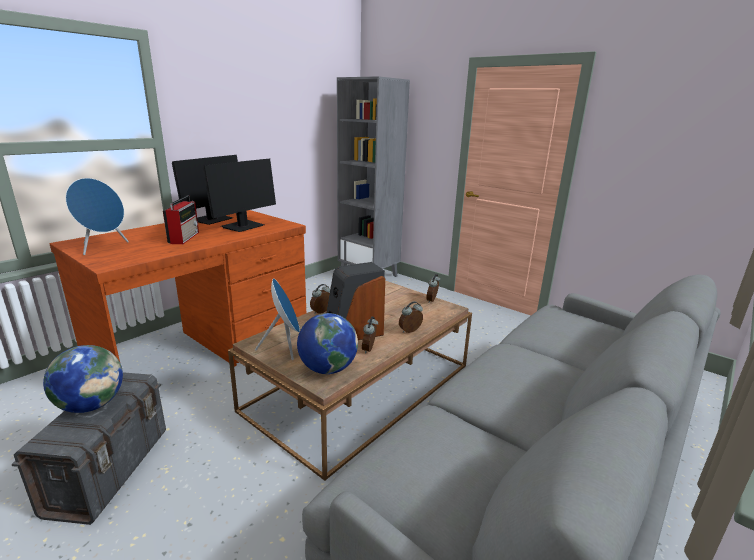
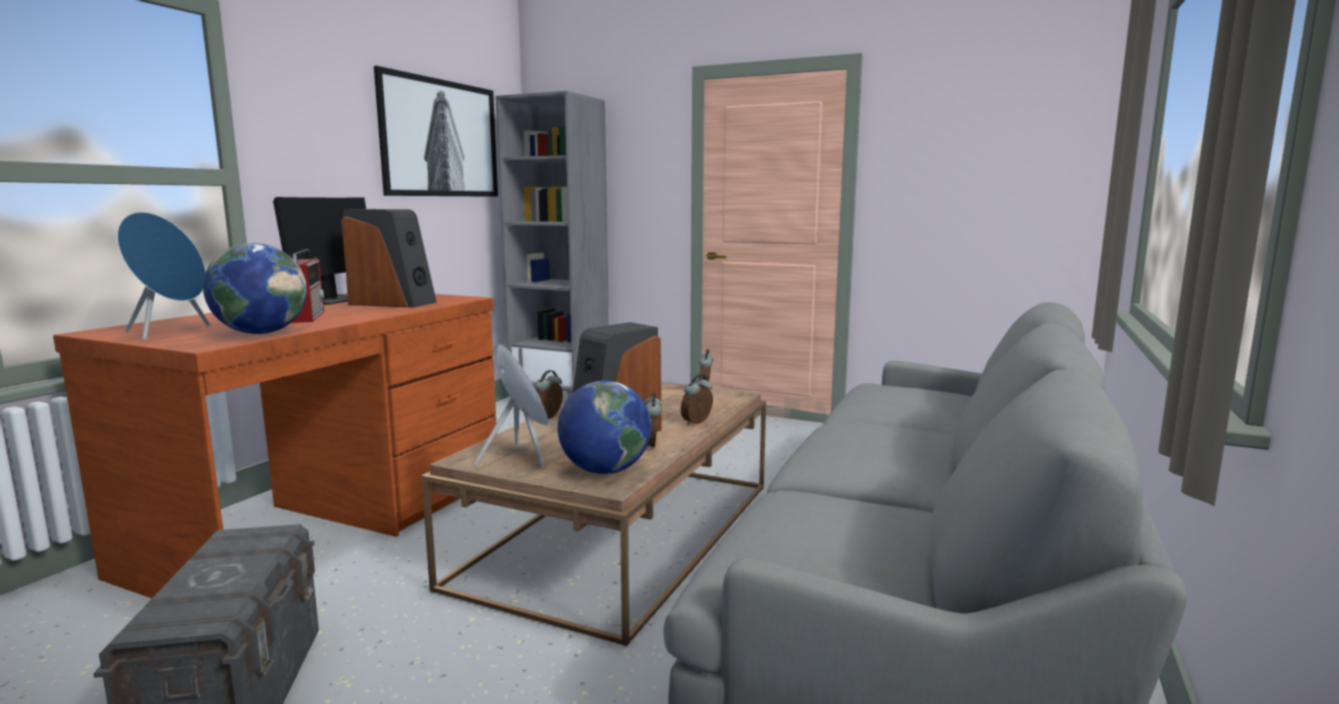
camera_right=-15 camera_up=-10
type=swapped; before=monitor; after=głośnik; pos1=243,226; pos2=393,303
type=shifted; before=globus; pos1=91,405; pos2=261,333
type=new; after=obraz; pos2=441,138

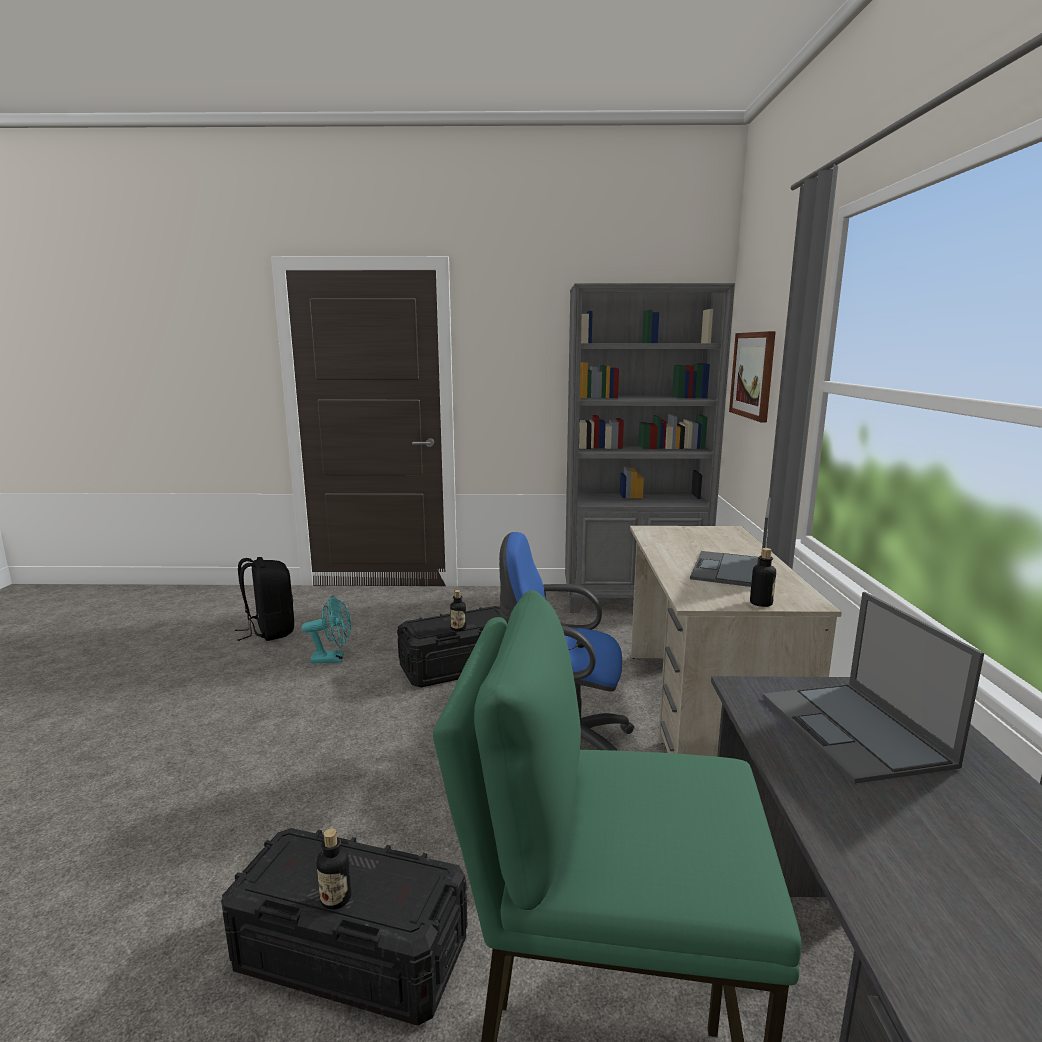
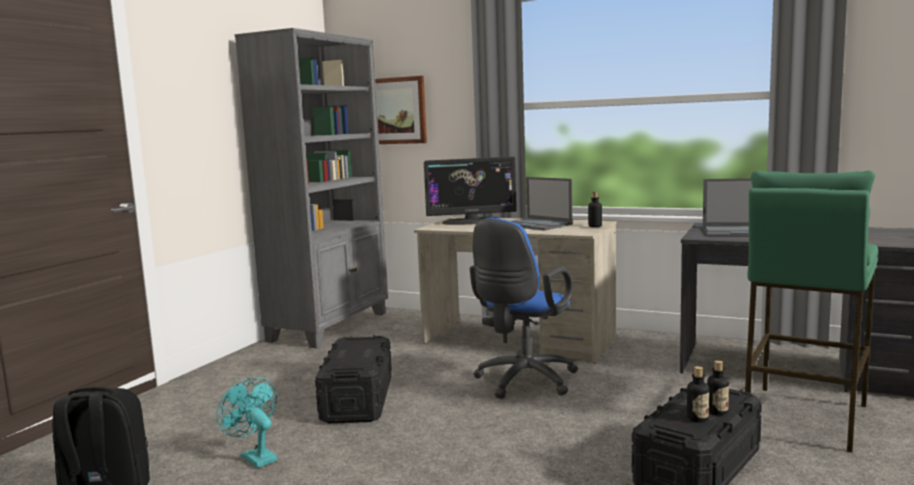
camera_right=-65 camera_up=-5
type=shifted; before=butelka; pos1=458,628; pos2=697,418
type=rotated; before=wentylator [turkusowy]; pos1=333,659; pos2=255,457; turn=-60
type=new; after=monitor; pos2=471,222

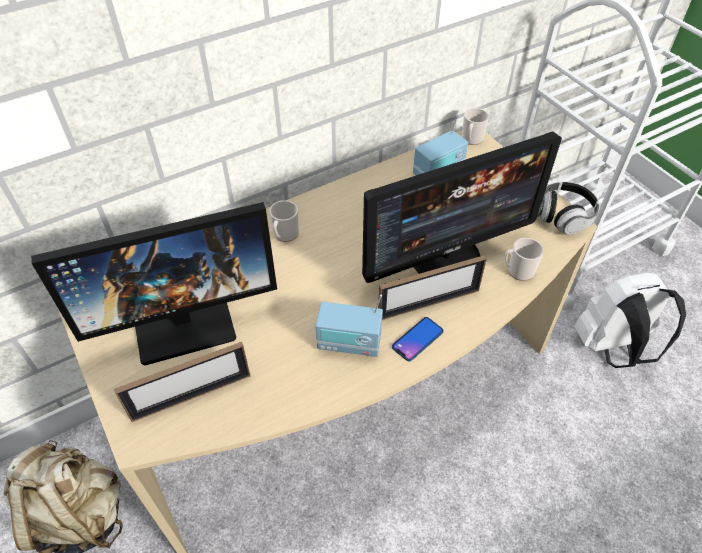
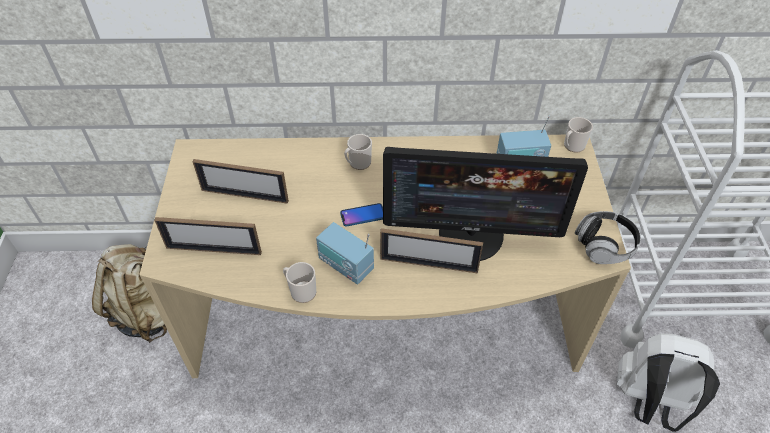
camera_right=30 camera_up=0
type=swapped; before=monitor; after=ramka na zdjęcie; pos1=184,320; pos2=244,195
type=shifted; before=kubek; pos1=518,271; pos2=301,291
type=shifted; before=telefon; pos1=417,339; pos2=362,215

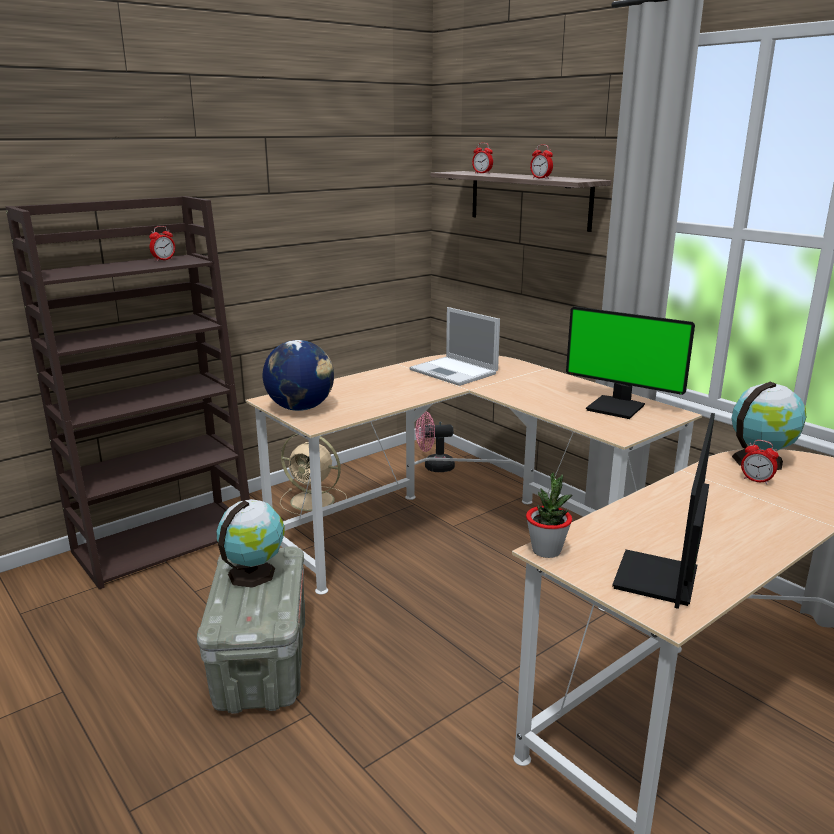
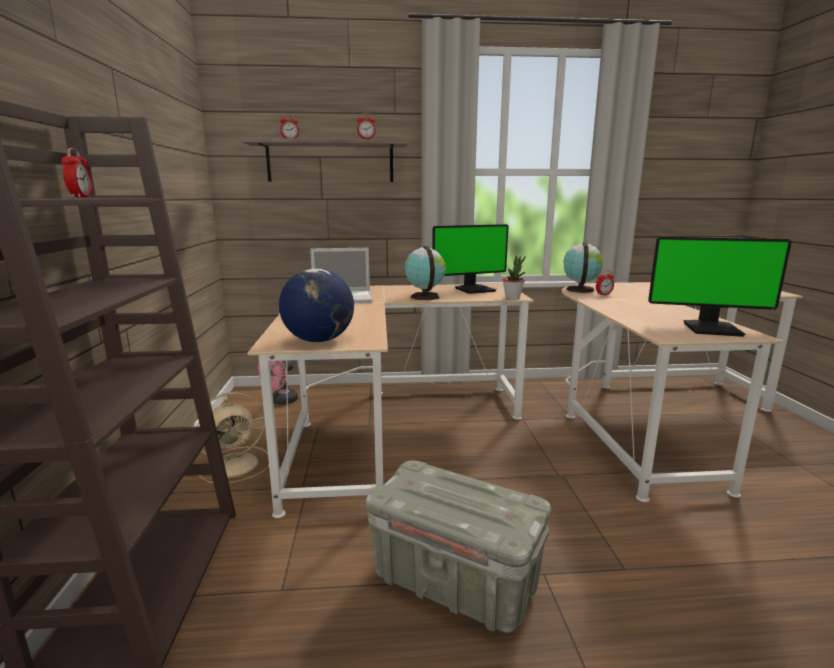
camera_right=-55 camera_up=-5
type=rotated; before=monitor; pos1=660,580; pos2=712,328; turn=-45
type=shifted; before=roślina doniczkowa; pos1=546,551; pos2=512,298
type=shifted; before=globus; pos1=253,572; pos2=424,296

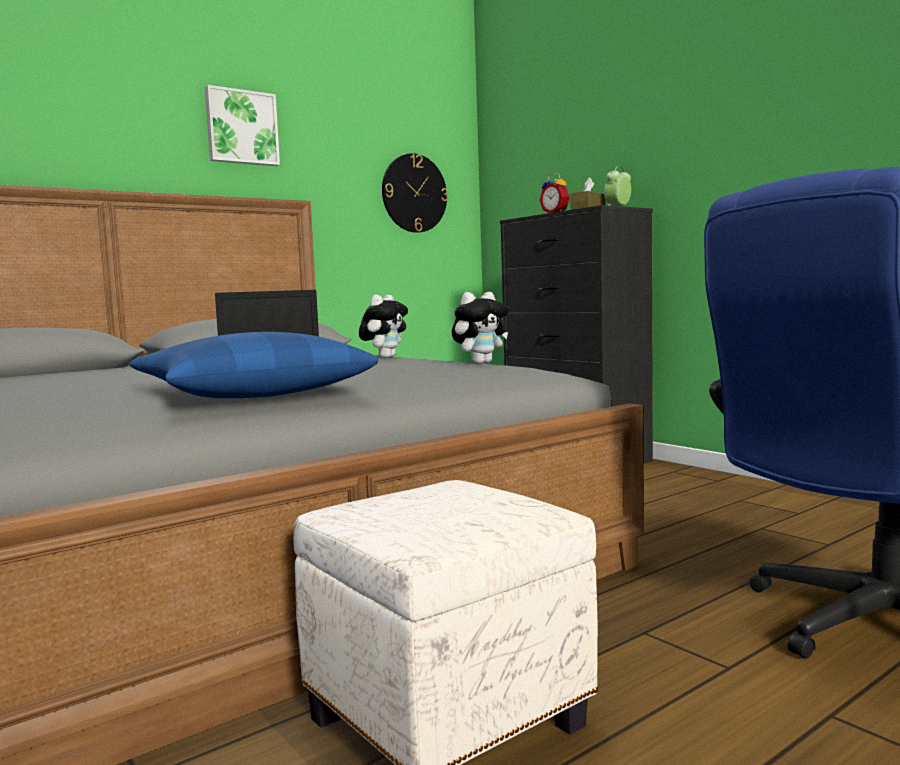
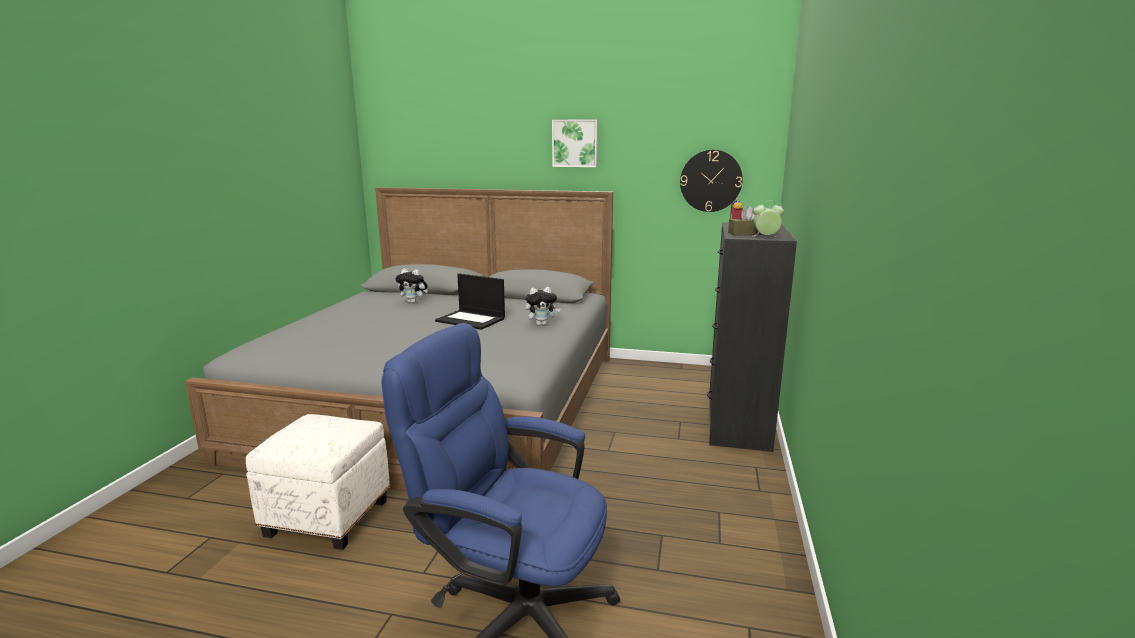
camera_right=50 camera_up=10
type=shifted; before=pluszak; pos1=481,363; pos2=413,302
type=gone; before=poduszka [niebieski]; pos1=251,393

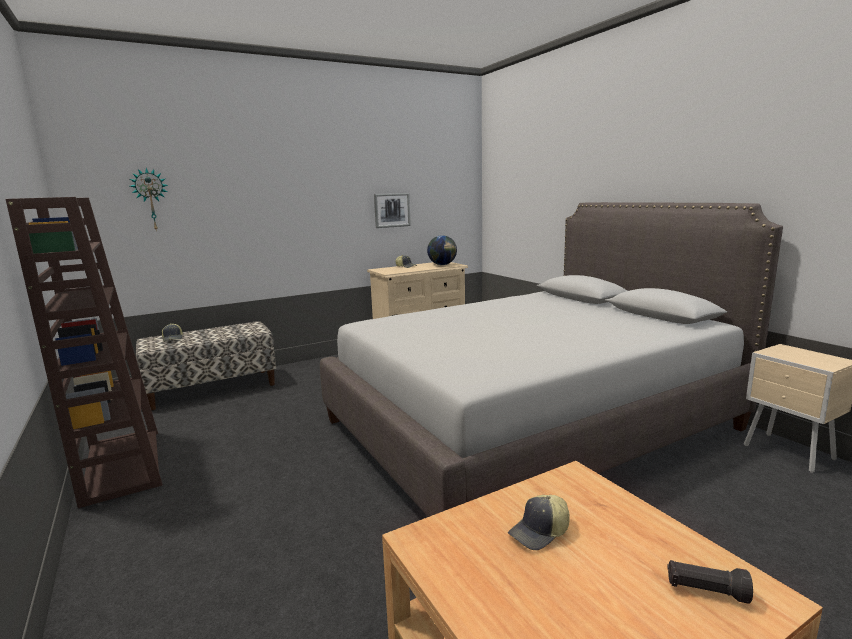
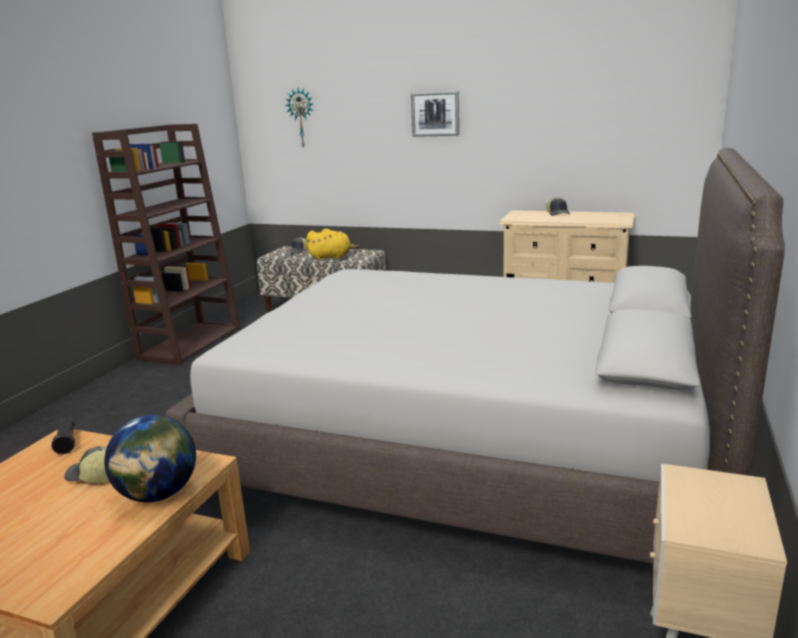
camera_right=50 camera_up=5
type=shifted; before=obraz; pos1=392,210; pos2=435,114
type=shifted; before=globus; pos1=442,265; pos2=158,494
type=shifted; before=latarka [czarny]; pos1=706,591; pos2=67,443
type=new; after=pluszak [żółty]; pos2=332,257

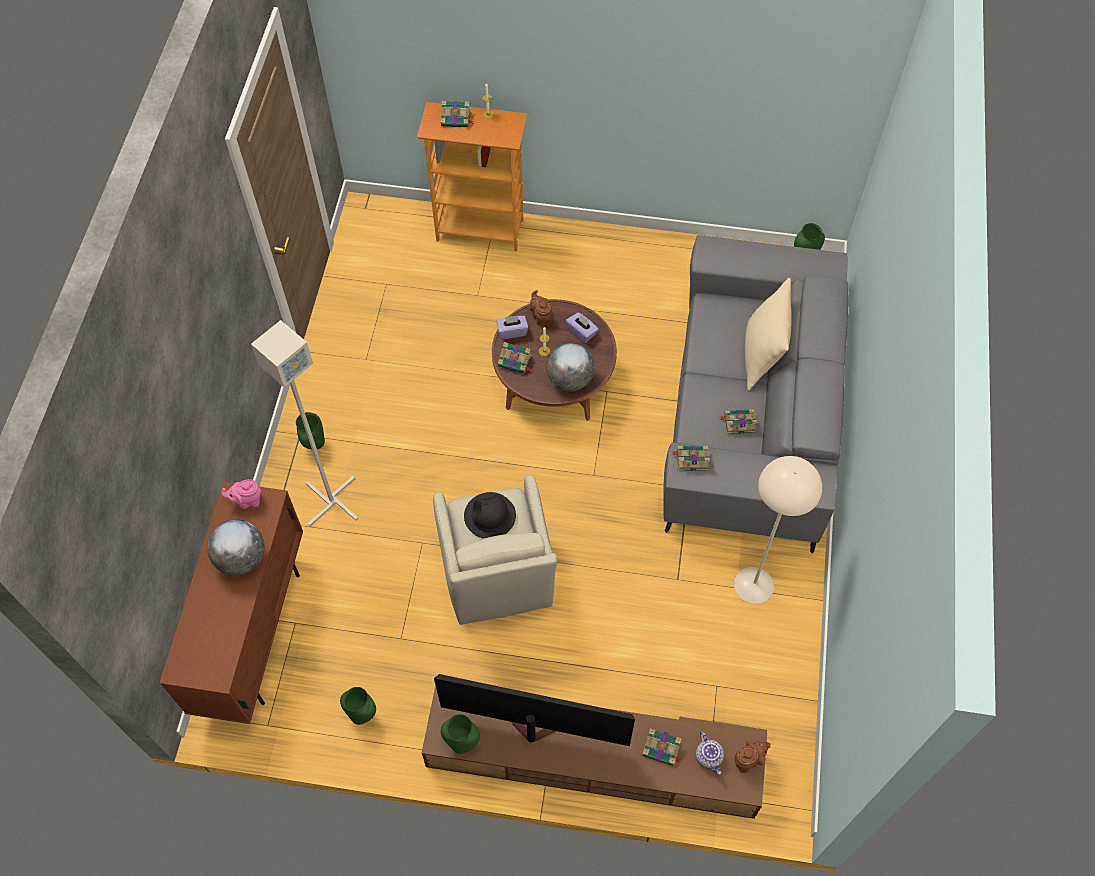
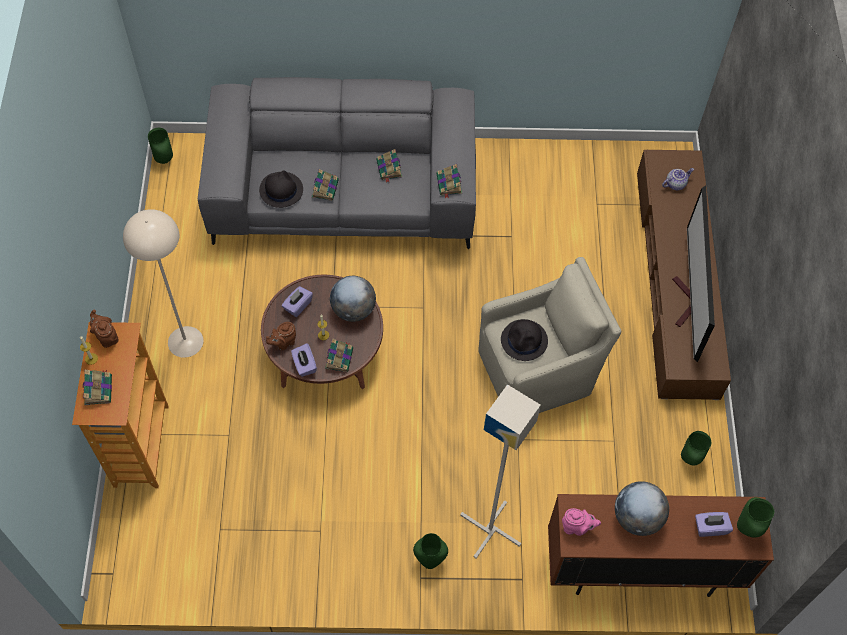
camera_right=-100 camera_up=0
type=gone; before=poduszka [beżowy]; pos1=762,354
type=shifted; before=lampa stojąca [beżowy]; pos1=754,584; pos2=185,341
type=rotated; before=imbryk [różowy]; pos1=247,501; pos2=577,527; turn=-60
type=shifted; before=wazon [zielony]; pos1=462,744; pos2=748,529
type=shifted; before=książka; pos1=662,748; pos2=325,188
type=shifted; before=imbryk [brązowy]; pos1=748,760; pos2=106,337
type=new; after=kapelusz [czarny]; pos2=280,190
type=new; after=pudełko chusteczek [fioletowy]; pos2=710,527

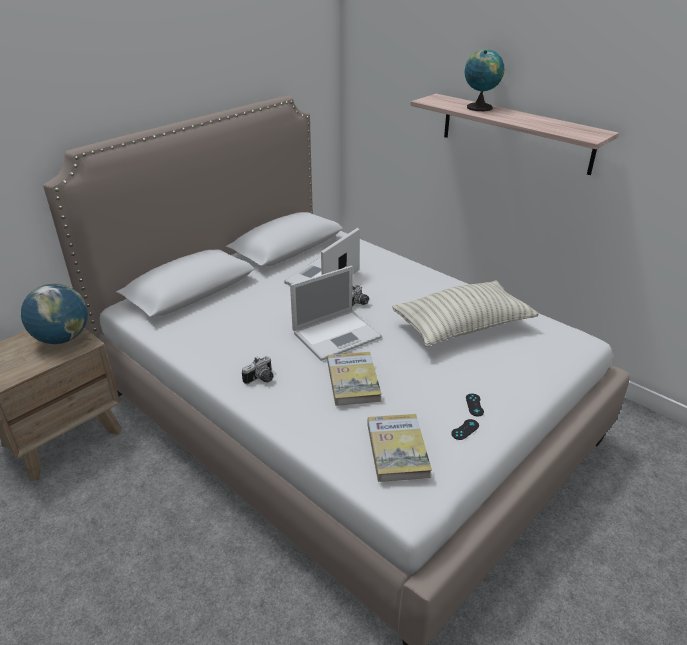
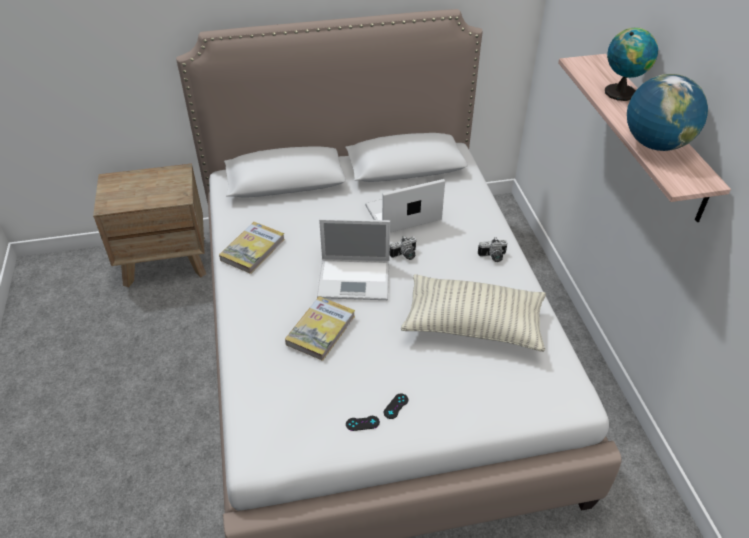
camera_right=35 camera_up=10
type=shifted; before=globus; pos1=62,338; pos2=655,144
type=shifted; before=aparat fotograficzny; pos1=261,379; pos2=493,257
type=shifted; before=książka; pos1=397,450; pos2=253,249

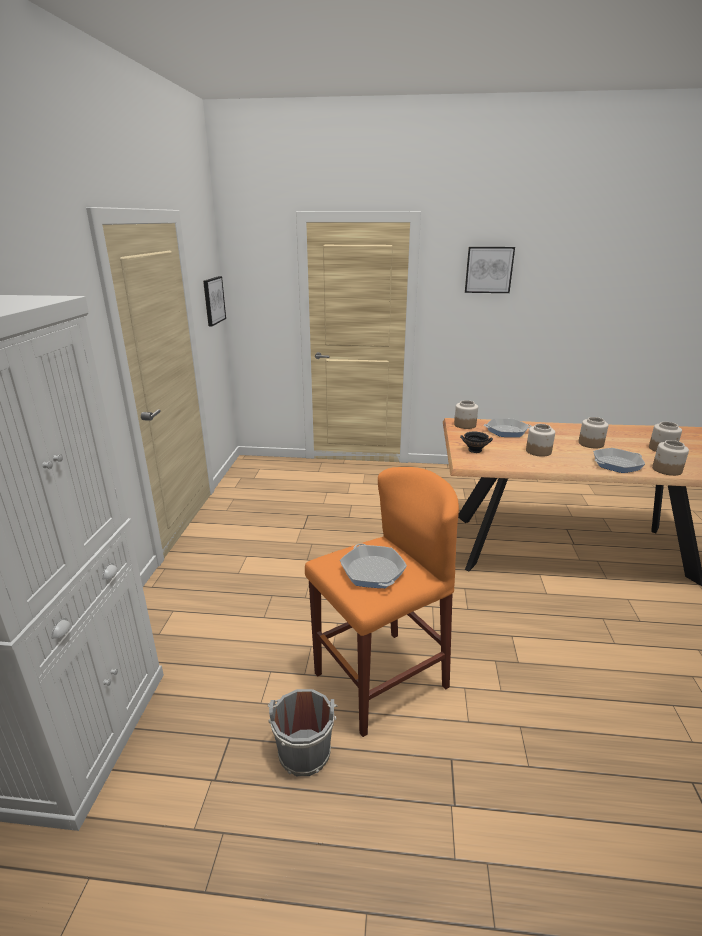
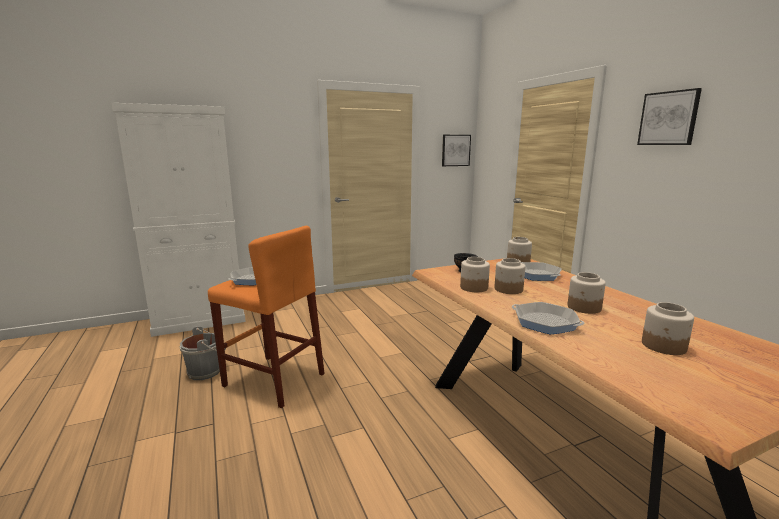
camera_right=60 camera_up=-10
type=shifted; before=słoik; pos1=666,470; pos2=473,287

